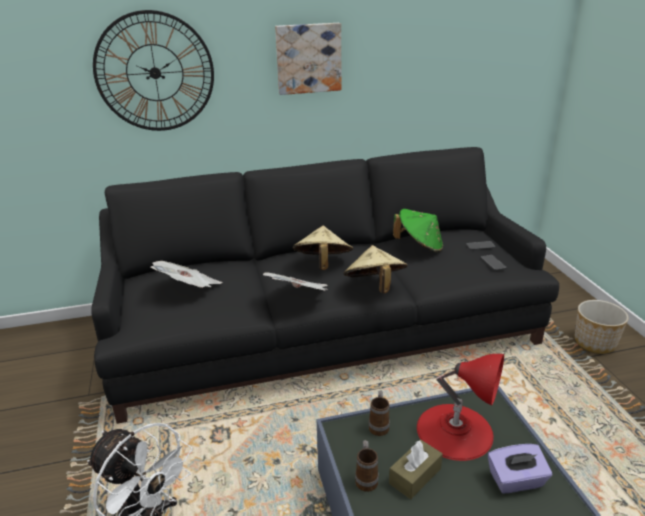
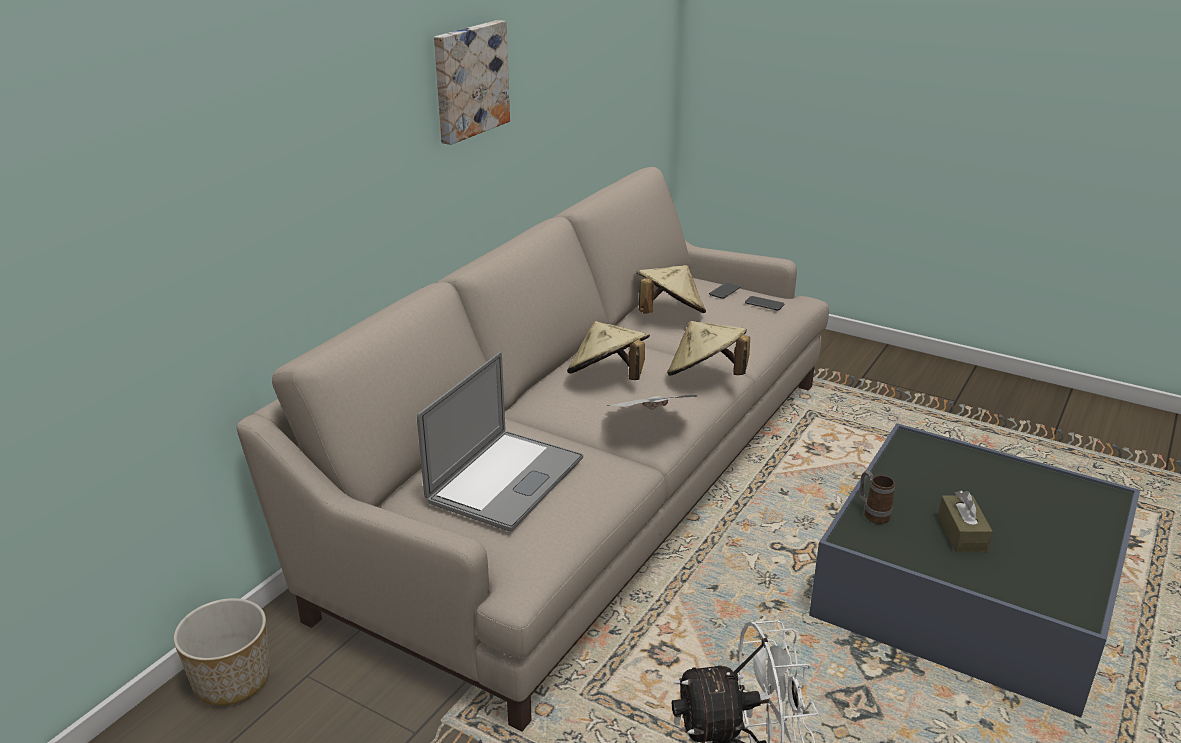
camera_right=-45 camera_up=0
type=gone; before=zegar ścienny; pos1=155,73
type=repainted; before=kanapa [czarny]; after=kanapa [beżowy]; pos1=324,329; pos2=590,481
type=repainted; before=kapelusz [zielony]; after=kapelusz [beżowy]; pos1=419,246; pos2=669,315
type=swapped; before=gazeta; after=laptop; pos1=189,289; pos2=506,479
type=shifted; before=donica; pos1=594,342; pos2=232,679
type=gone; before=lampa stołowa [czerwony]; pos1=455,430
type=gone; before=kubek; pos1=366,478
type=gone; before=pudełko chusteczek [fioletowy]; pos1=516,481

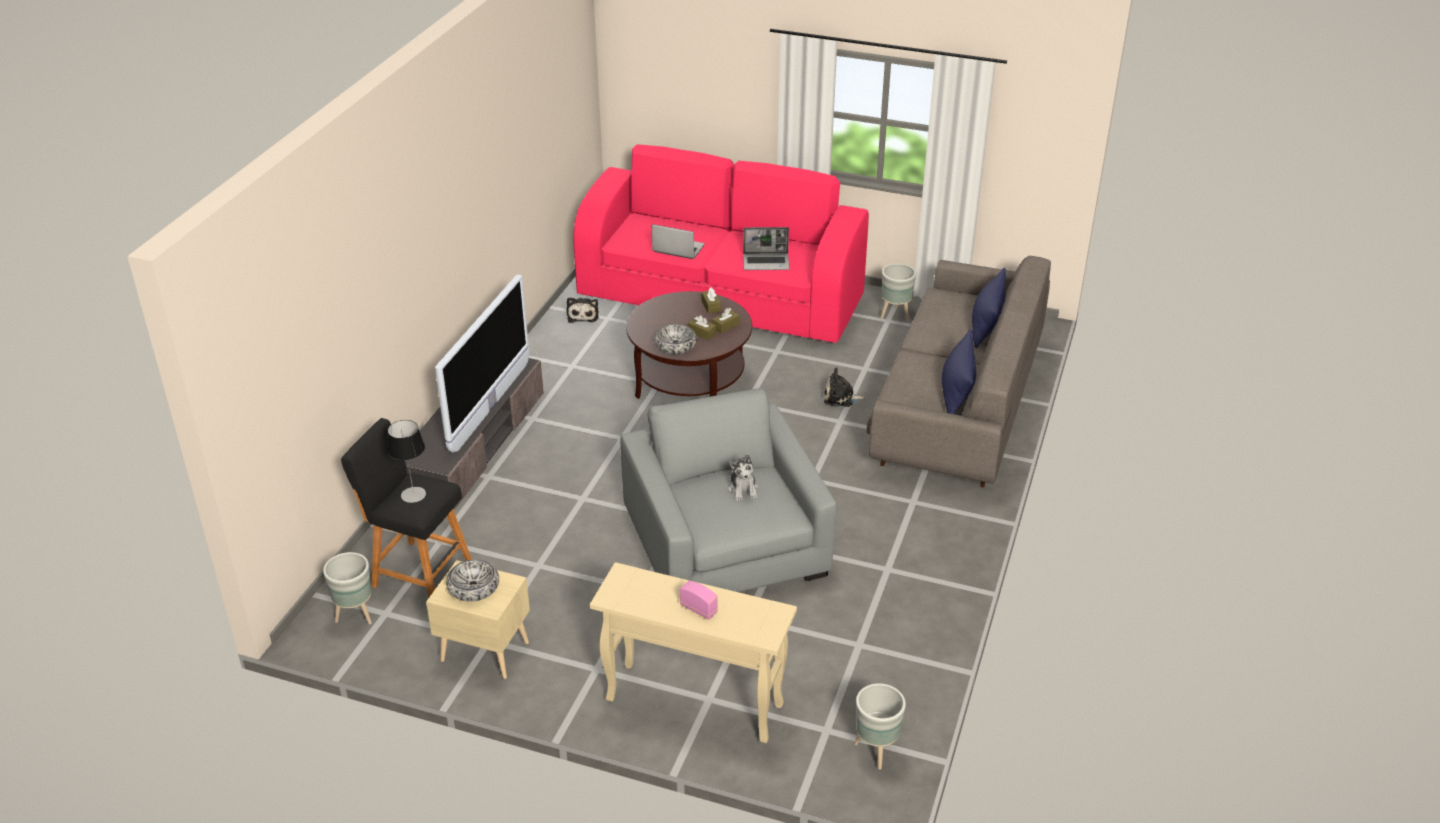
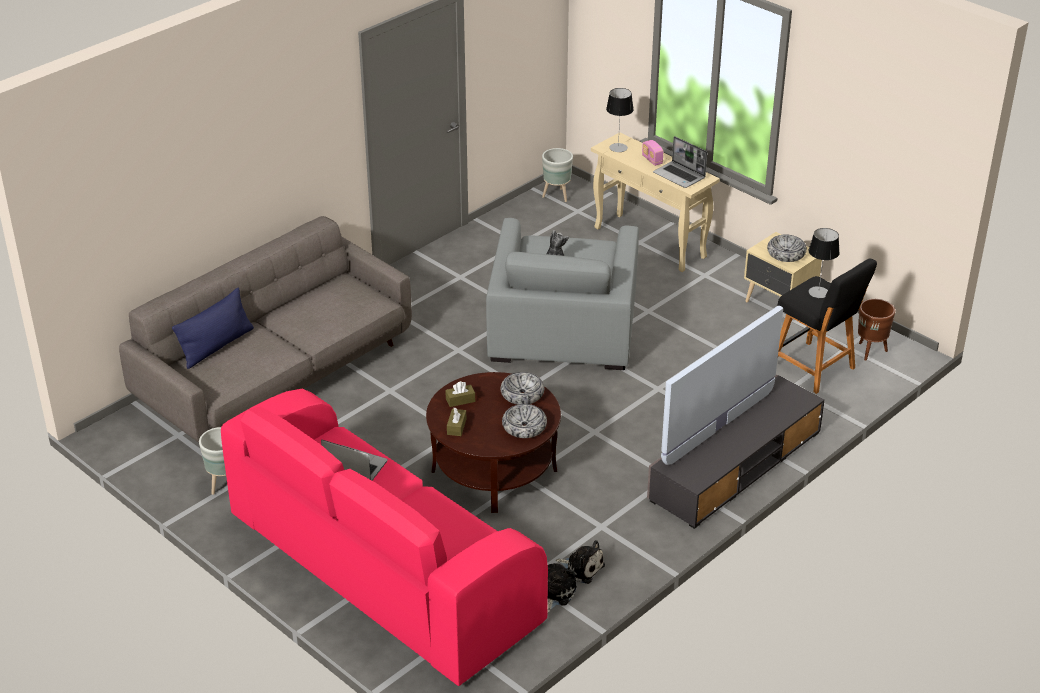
camera_right=-155 camera_up=0
type=shifted; before=laptop; pos1=677,249; pos2=680,176
type=gone; before=pudełko chusteczek [brązowy]; pos1=702,333
type=gone; before=poduszka [niebieski]; pos1=956,392
type=shifted; before=pluszak; pos1=841,398; pos2=581,568
type=repainted; before=donica [szary]; after=donica [brązowy]; pos1=355,615; pos2=871,352
type=new; after=lampa stołowa; pos2=618,147
type=new; after=miska; pos2=524,426

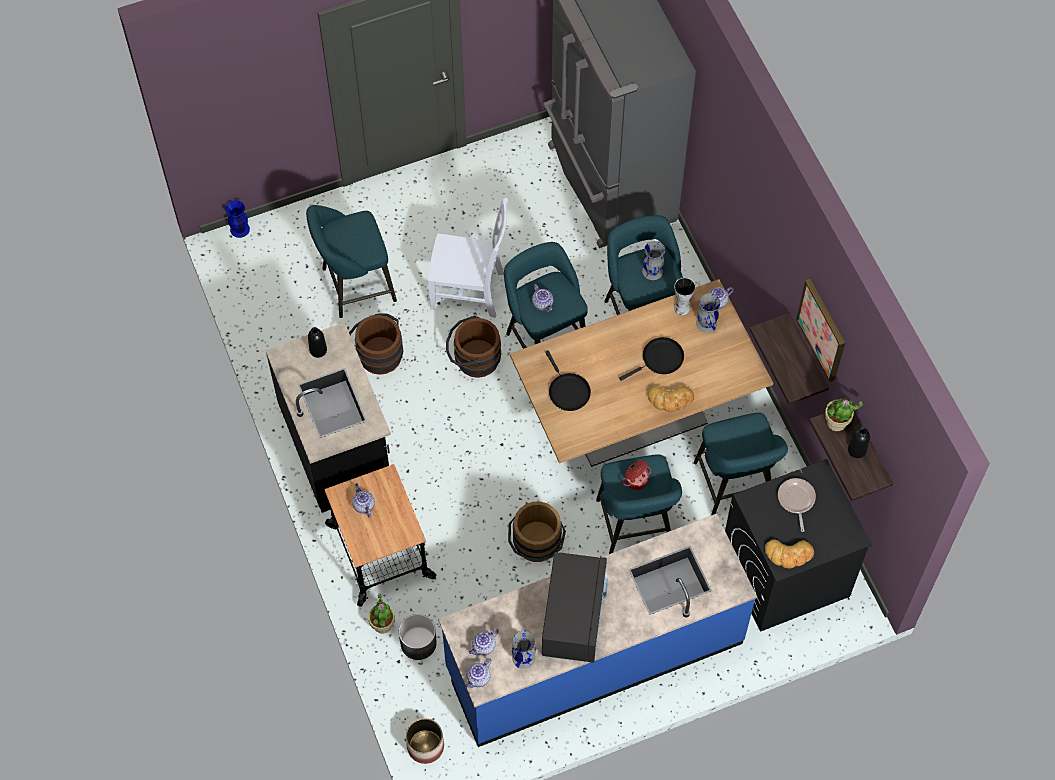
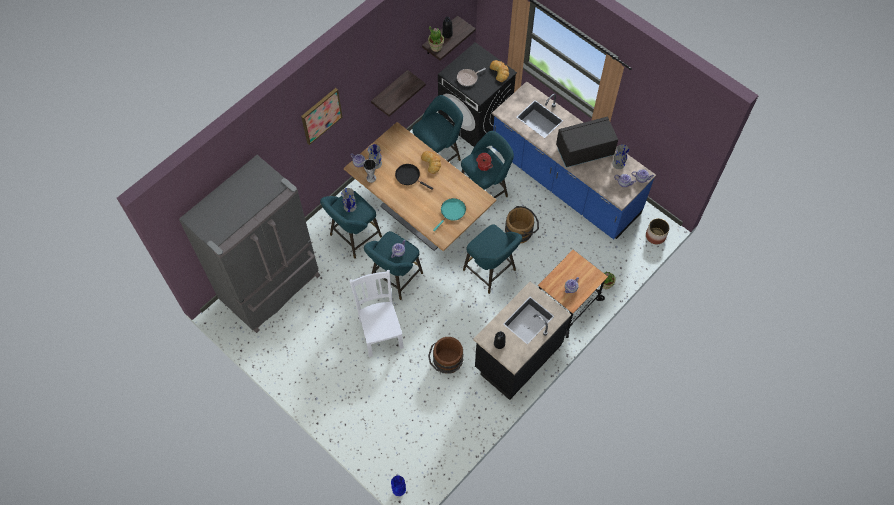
camera_right=-115 camera_up=0
type=shifted; before=stołek [turkusowy]; pos1=354,286; pos2=491,272
type=shifted; before=obraz; pos1=822,329; pos2=321,115
type=gone; before=wiadro [brązowy]; pos1=473,359
type=repainted; before=patelnia [czarny]; after=patelnia [turkusowy]; pos1=567,391; pos2=452,212
type=gone; before=donica [szary]; pos1=418,642

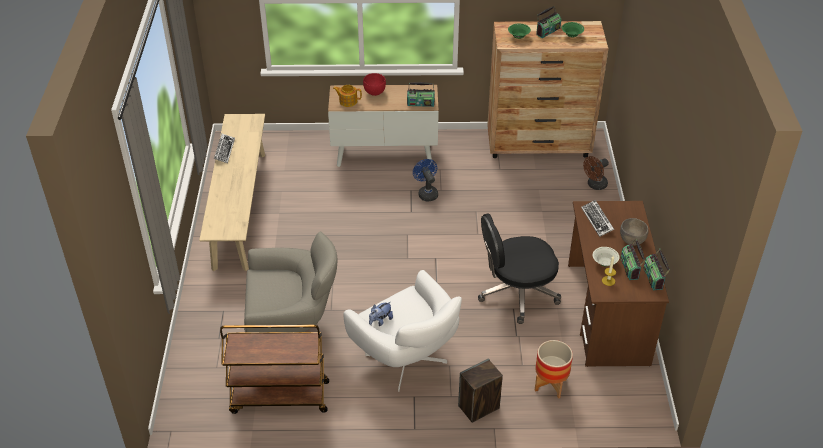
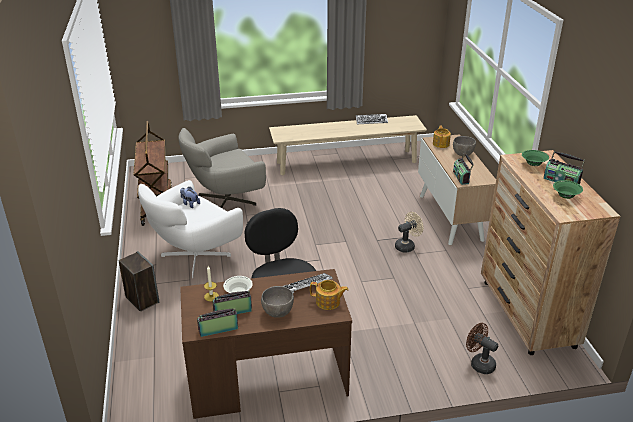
camera_right=80 camera_up=-10
type=repainted; before=miska [czerwony]; after=miska [szary]; pos1=374,92; pos2=462,154
type=repainted; before=wentylator [niebieski]; after=wentylator [beżowy]; pos1=426,193; pos2=407,246
type=rotated; before=fotel [szary]; pos1=292,328; pos2=224,201; turn=75
type=gone; before=donica; pos1=550,385
type=new; after=imbryk; pos2=328,302

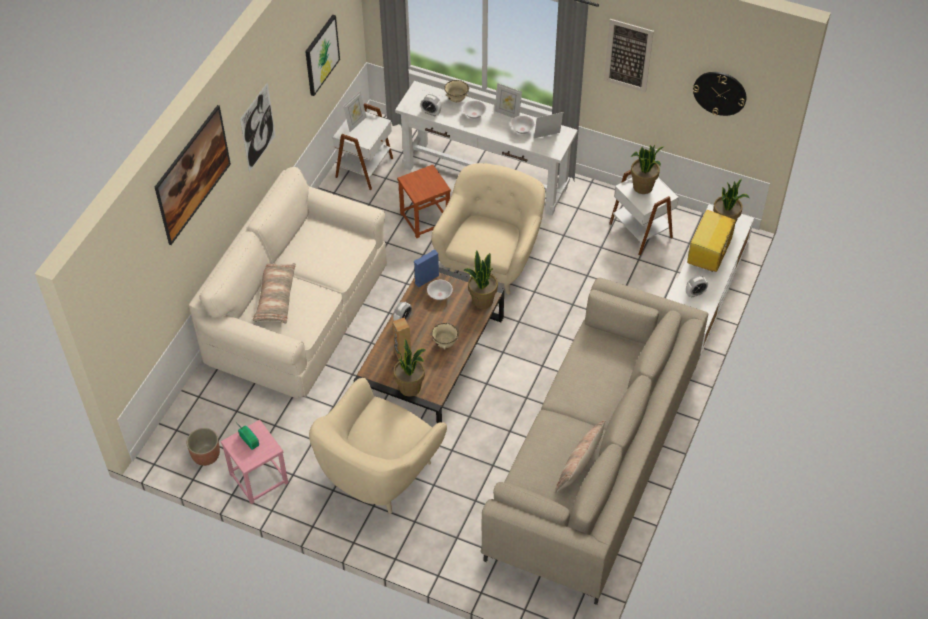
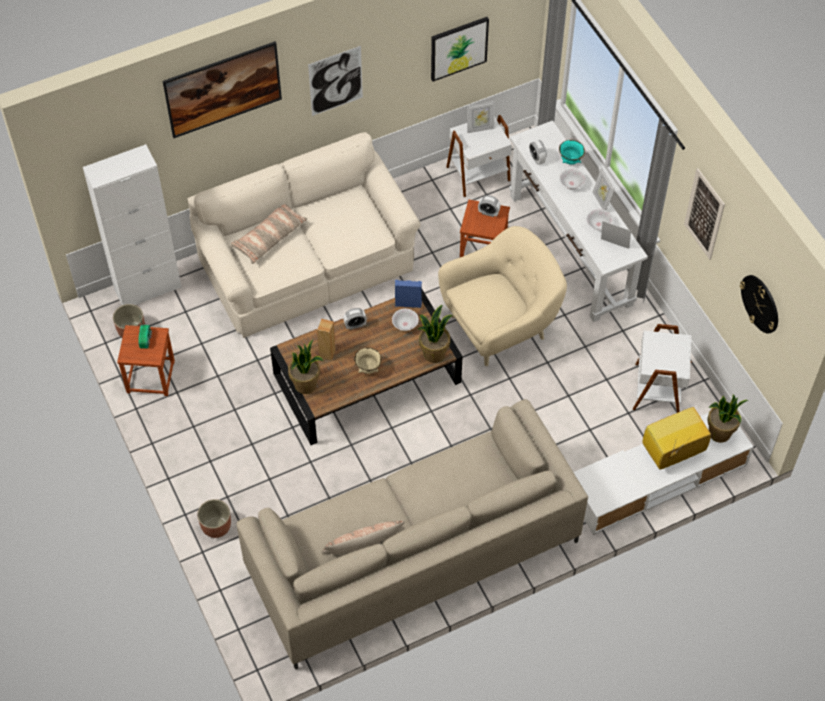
camera_right=40 camera_up=5
type=repainted; before=miska [beżowy]; after=miska [turkusowy]; pos1=456,100; pos2=570,161
type=gone; before=roślina doniczkowa; pos1=643,187
type=shifted; before=budzik; pos1=695,293; pos2=488,213
type=gone; before=fotel [beżowy]; pos1=379,473
type=repainted; before=stołek [różowy]; after=stołek [brązowy]; pos1=258,478; pos2=150,376
type=new; after=szafka [biały]; pos2=148,288
type=new; after=donica; pos2=216,526

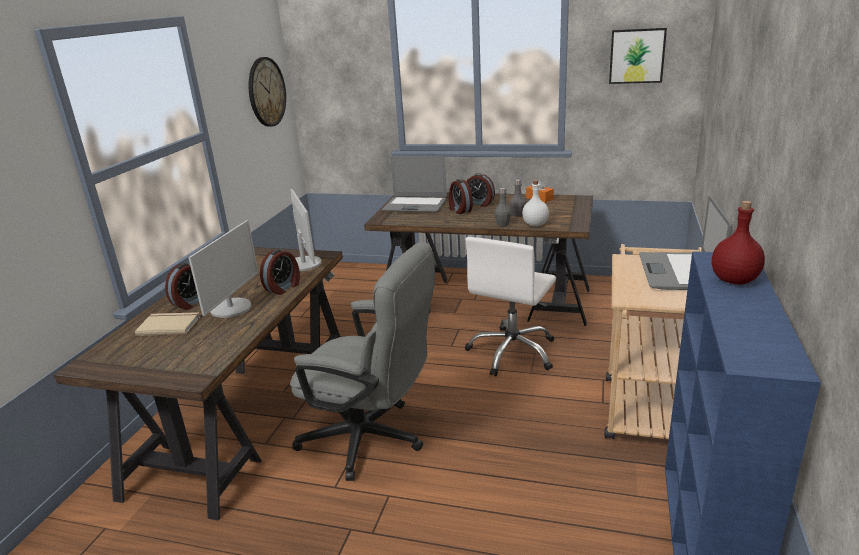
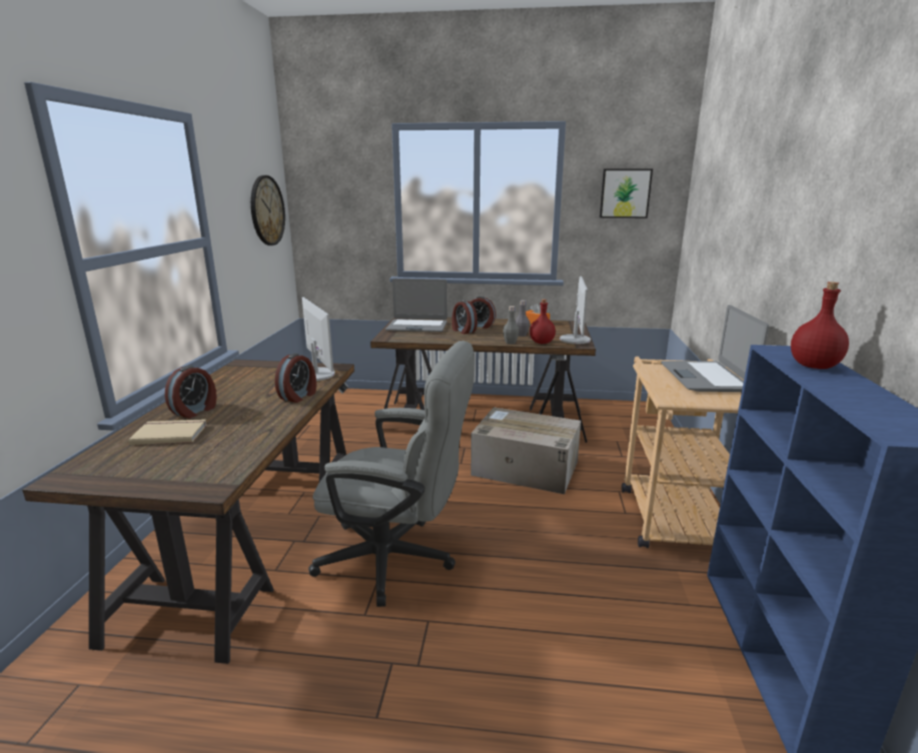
camera_right=-10 camera_up=-5
type=repainted; before=butelka [biały]; after=butelka [czerwony]; pos1=534,224; pos2=541,342
type=shifted; before=monitor; pos1=231,308; pos2=575,339
type=swapped; before=krzesło biurowe [biały]; after=karton; pos1=512,352; pos2=523,468

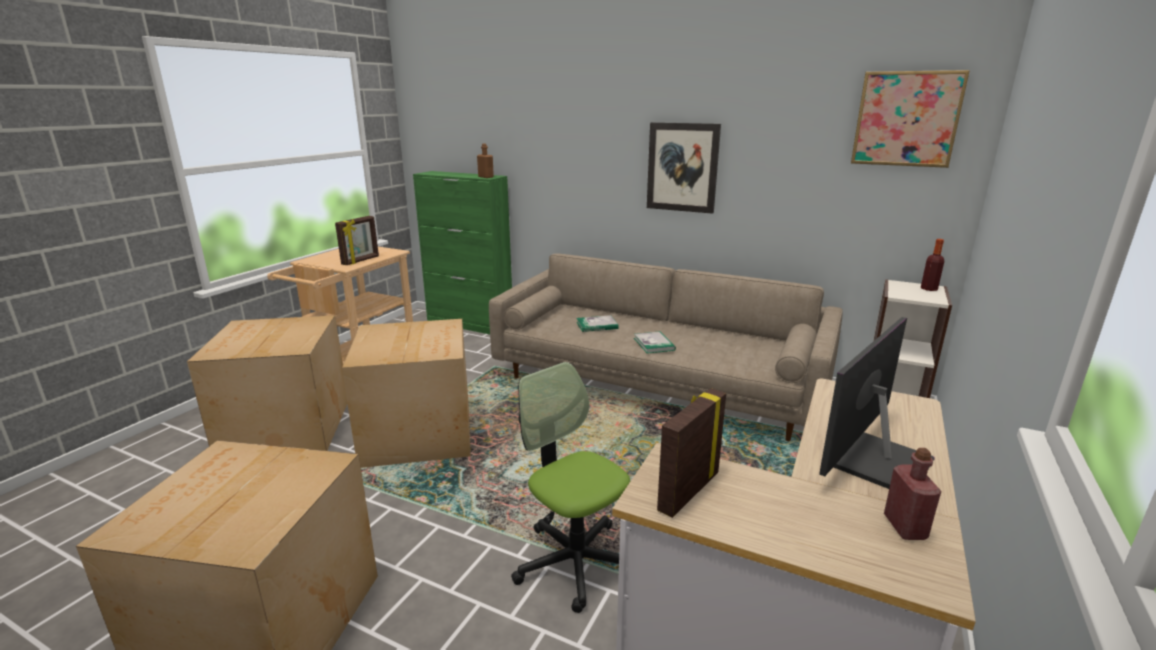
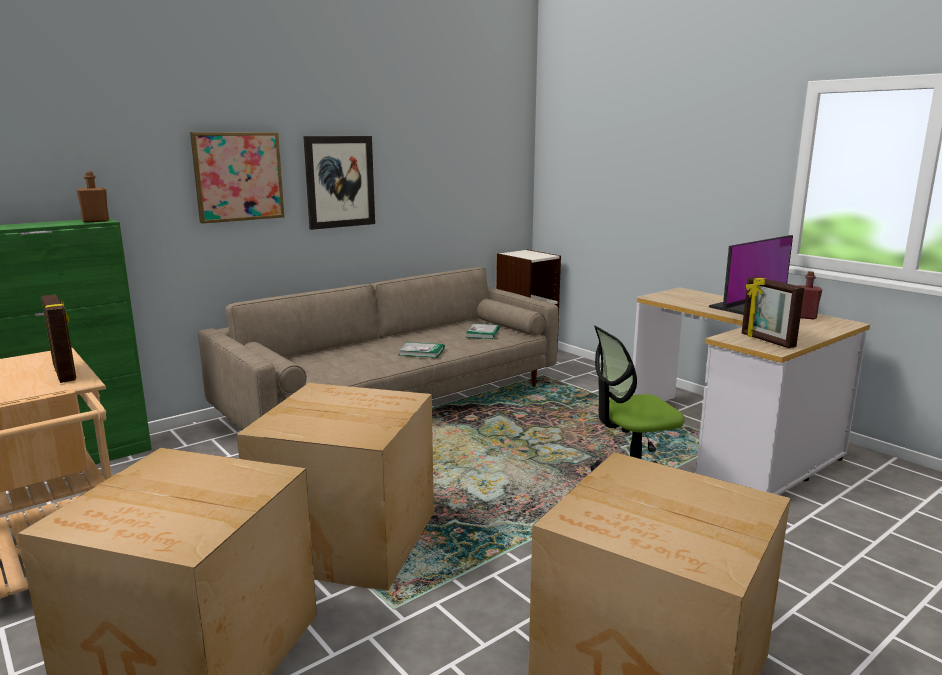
camera_right=-65 camera_up=-5
type=shifted; before=obraz; pos1=906,119; pos2=238,176
type=gone; before=butelka; pos1=929,289
type=shifted; before=książka; pos1=597,325; pos2=483,333
type=rotated; before=monitor; pos1=876,461; pos2=743,308; turn=-105

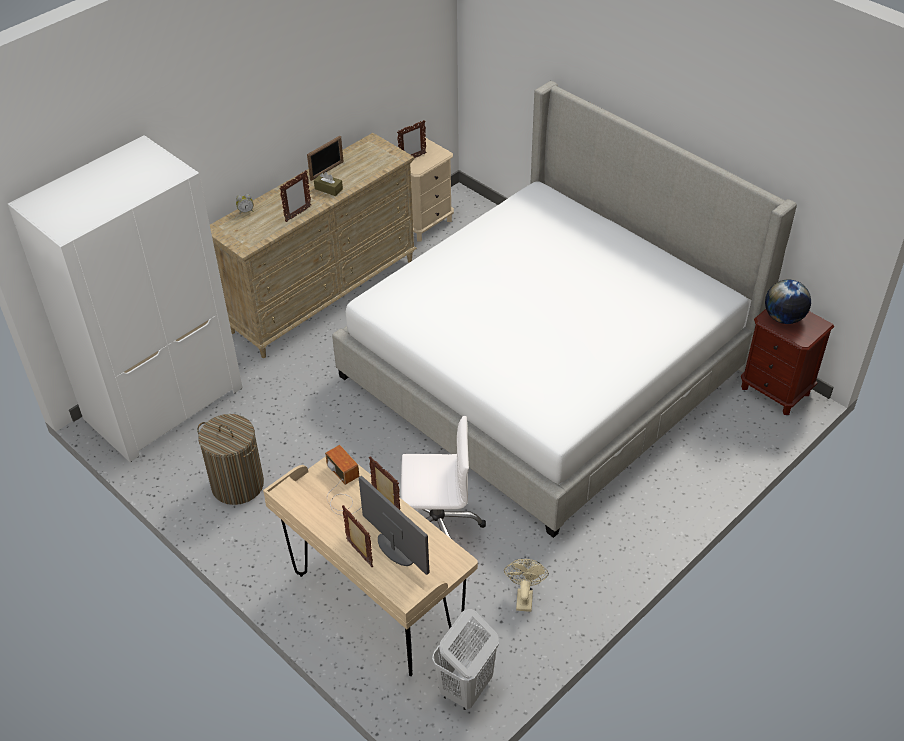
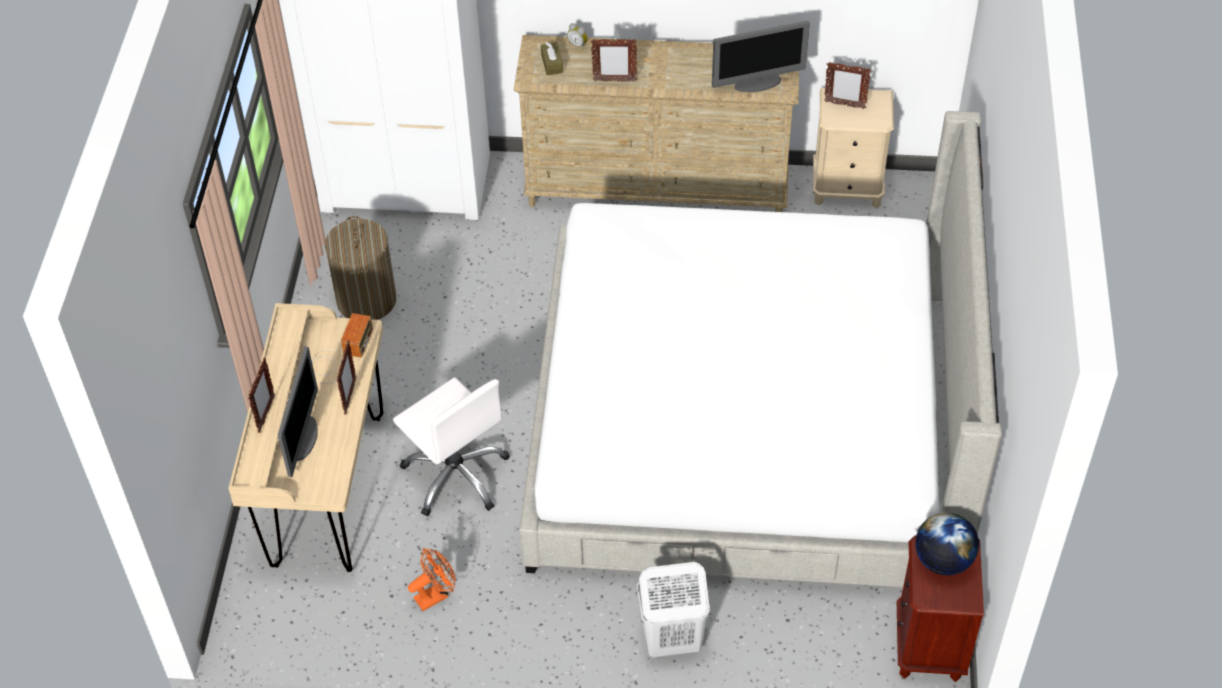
camera_right=50 camera_up=5
type=gone; before=ramka na zdjęcie; pos1=327,171
type=shifted; before=pudełko chusteczek [brązowy]; pos1=328,189; pos2=552,64
type=repainted; before=wentylator [beżowy]; after=wentylator [pomarańczowy]; pos1=524,596; pos2=435,595
type=shifted; before=kosz na pranie [biały]; pos1=465,688; pos2=671,641
type=new; after=monitor; pos2=758,83

